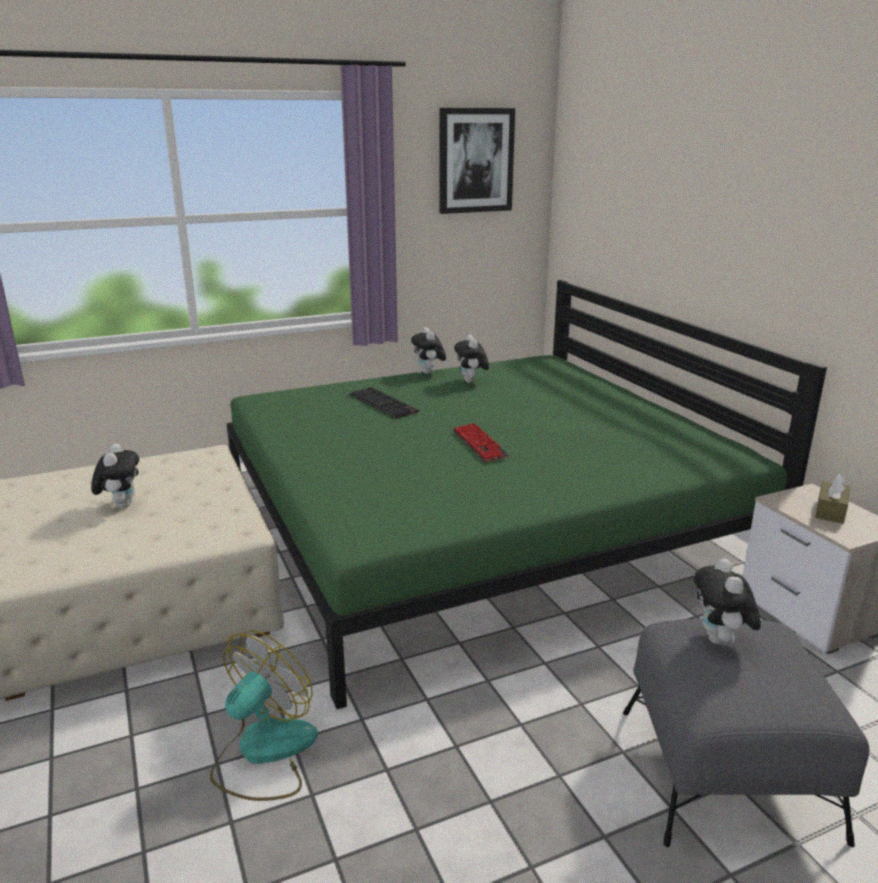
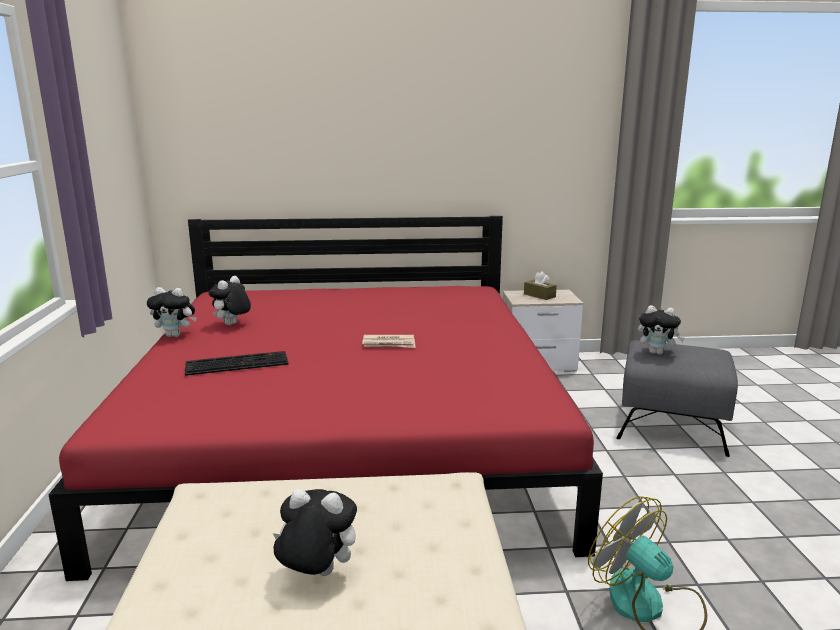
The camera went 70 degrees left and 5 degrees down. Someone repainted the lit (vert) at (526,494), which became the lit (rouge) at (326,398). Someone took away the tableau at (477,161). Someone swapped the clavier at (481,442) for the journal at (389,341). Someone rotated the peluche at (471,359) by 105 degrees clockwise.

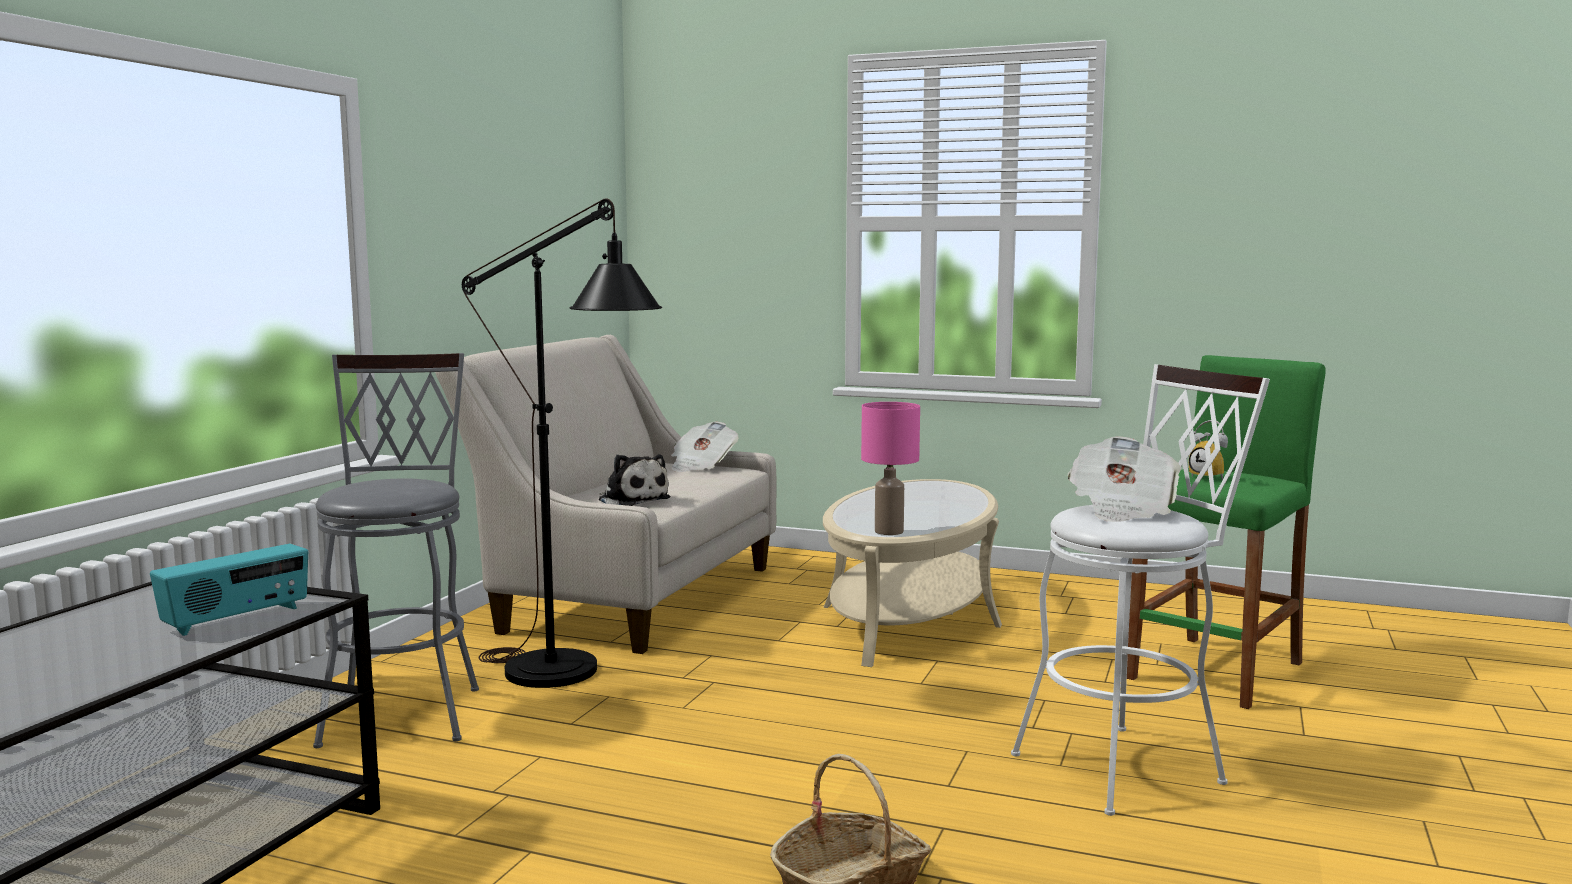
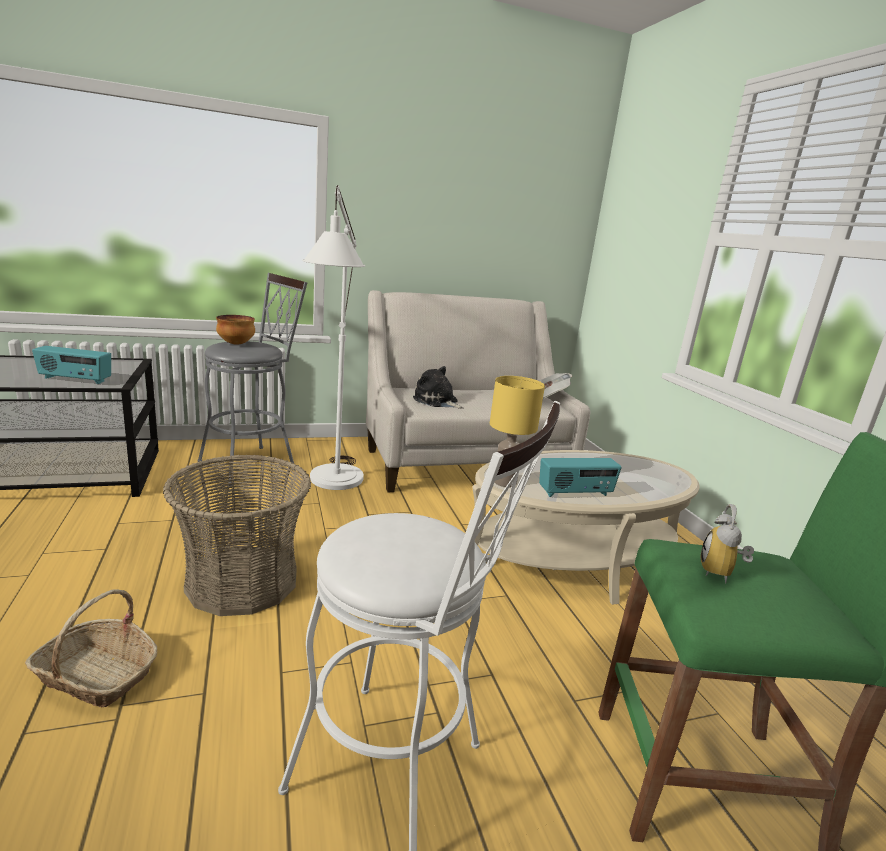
The camera went 50 degrees right and 10 degrees up. Someone repainted the lampadaire (noir) at (562,443), which became the lampadaire (blanc) at (333,337). Someone rotated the peluche at (635,480) by 120 degrees clockwise. Someone repainted the lampe de table (rose) at (890,468), which became the lampe de table (jaune) at (517,431). Someone took away the journal at (1124,479). Someone put down the panier at (237,535). Someone put down the bol at (235,330). Someone put down the radio at (580,477).

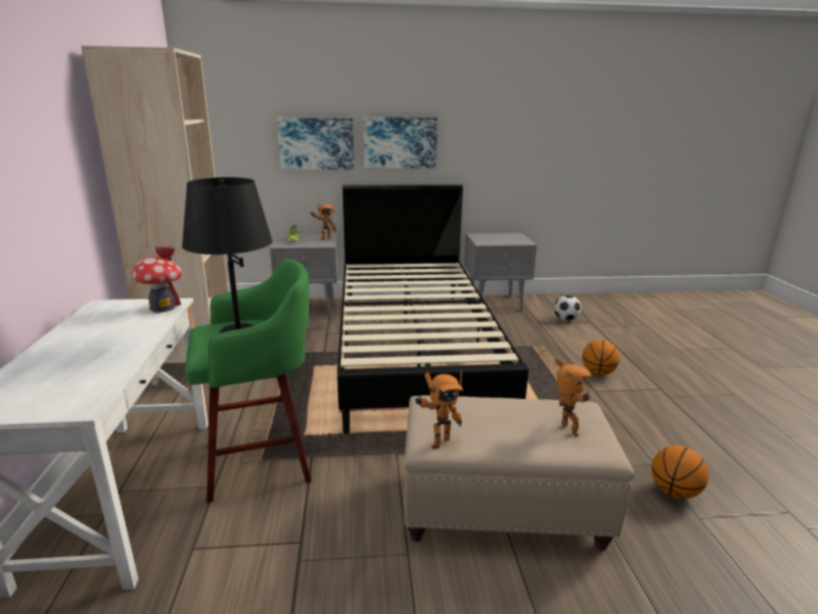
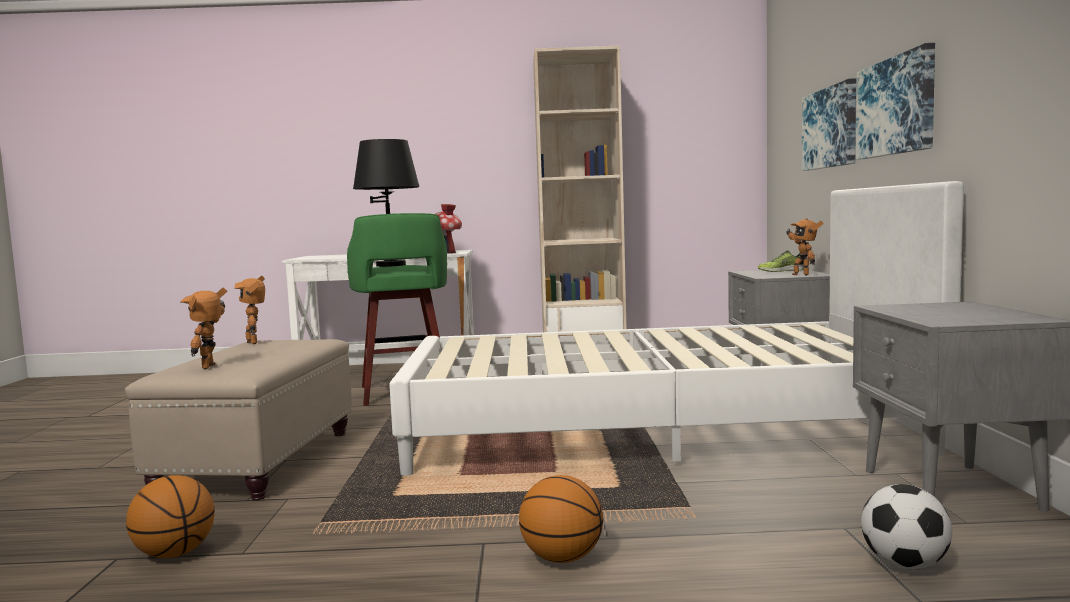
The camera went 95 degrees right and 15 degrees down. Someone repainted the lit (noir) at (433,309), which became the lit (blanc) at (676,328). Someone rotated the robot jouet at (573,397) by 105 degrees clockwise.

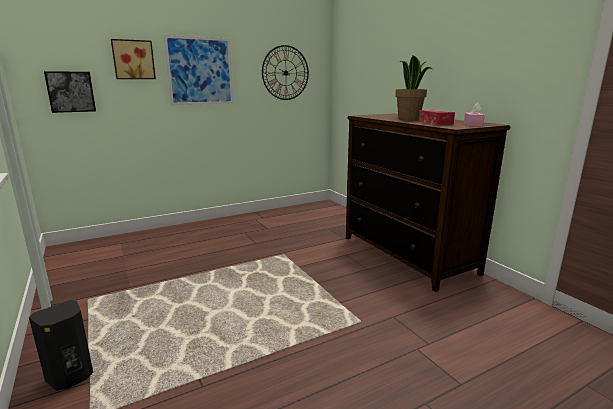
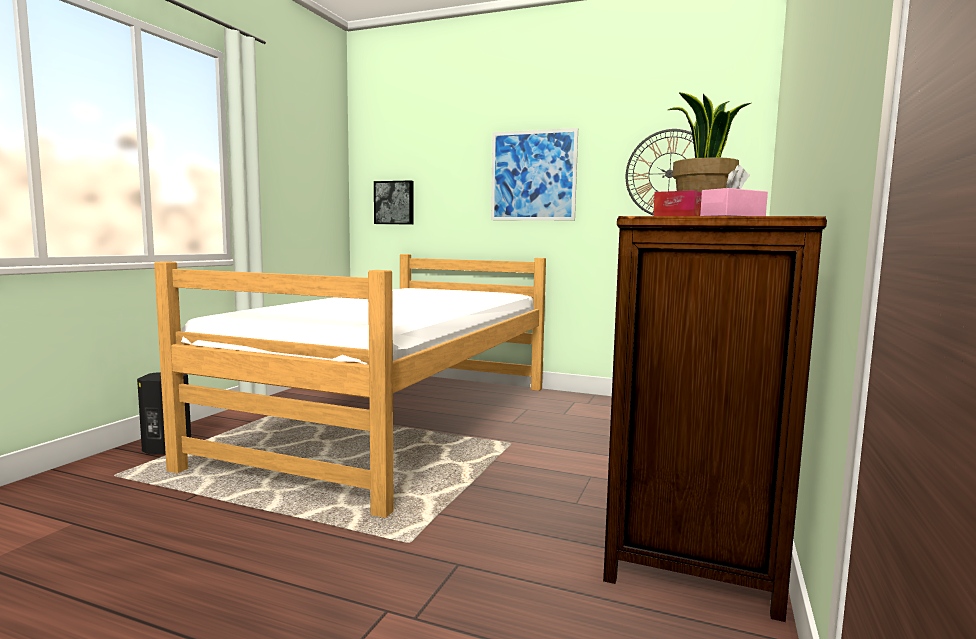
The camera went 50 degrees right and 10 degrees down. Someone took away the tableau at (133,59). Someone put down the lit at (350,386).

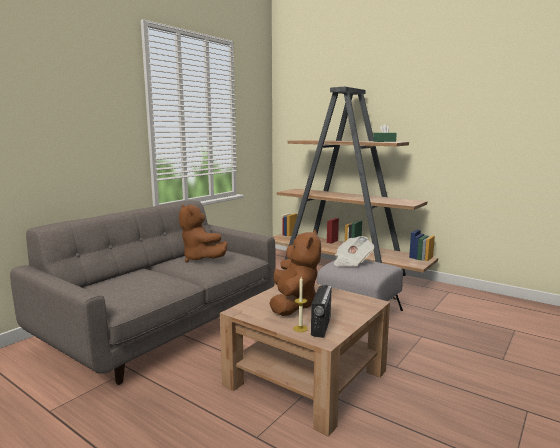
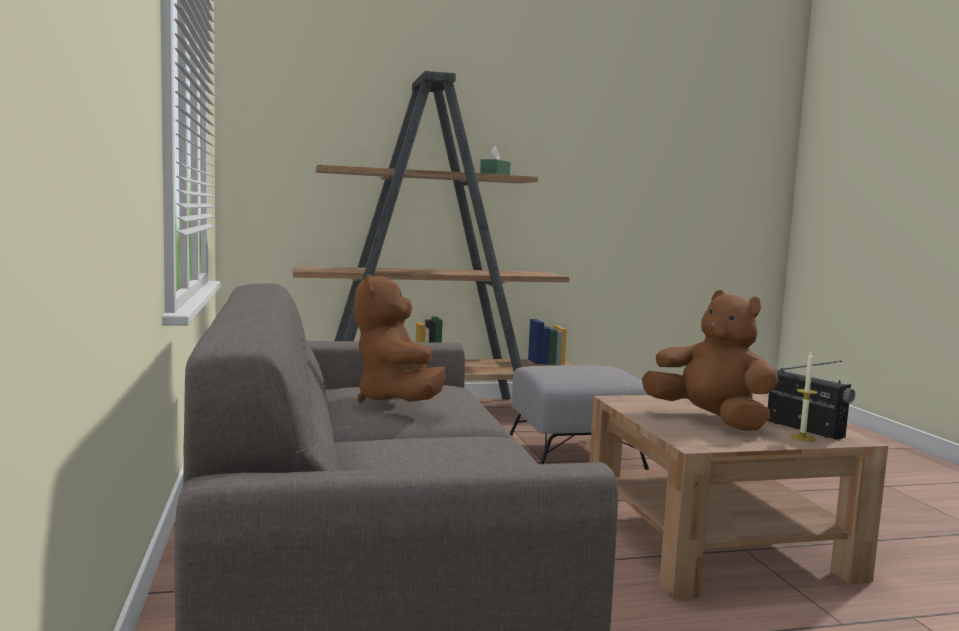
The camera went 50 degrees left and 5 degrees down. Someone rotated the peluche (marron) at (203,233) by 75 degrees clockwise. Someone took away the journal at (354,251).

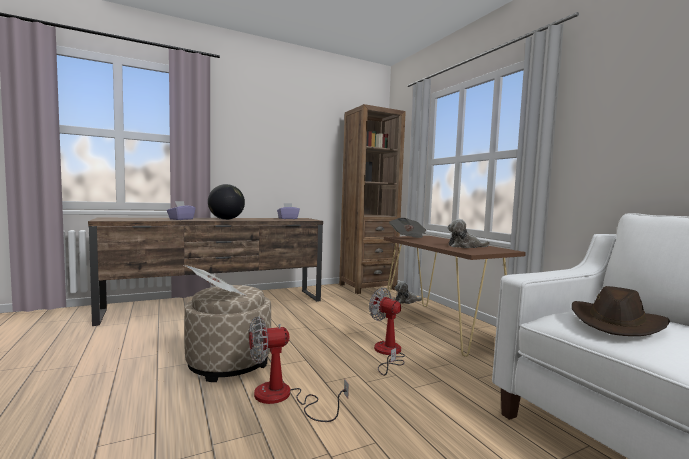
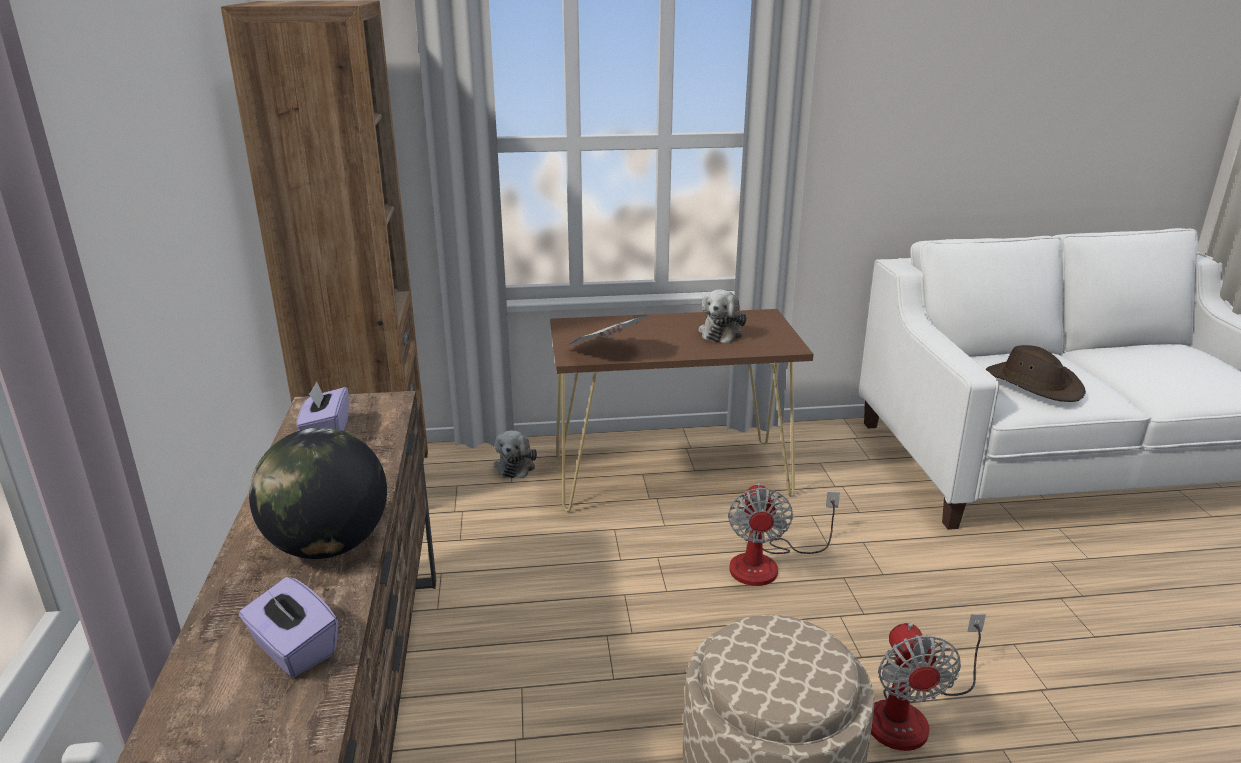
The camera went 70 degrees left and 20 degrees up. Someone took away the journal at (216,280). Someone rotated the ventilateur at (387,331) by 60 degrees counterclockwise.

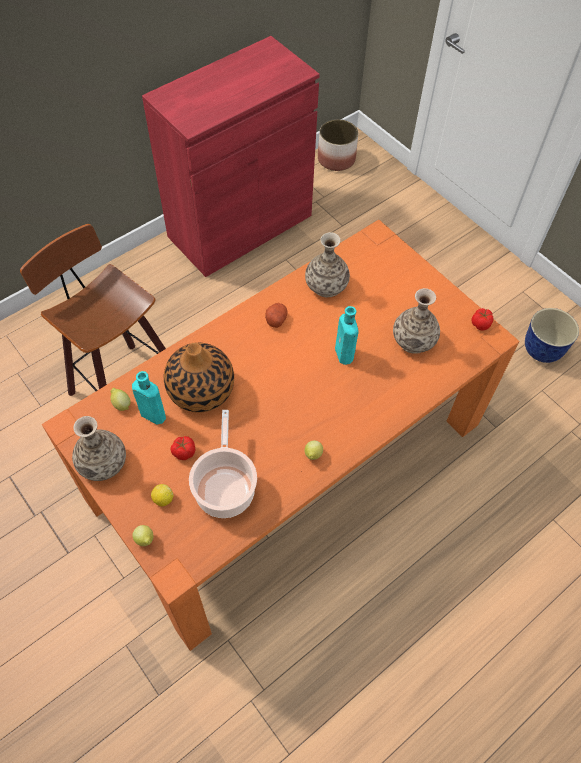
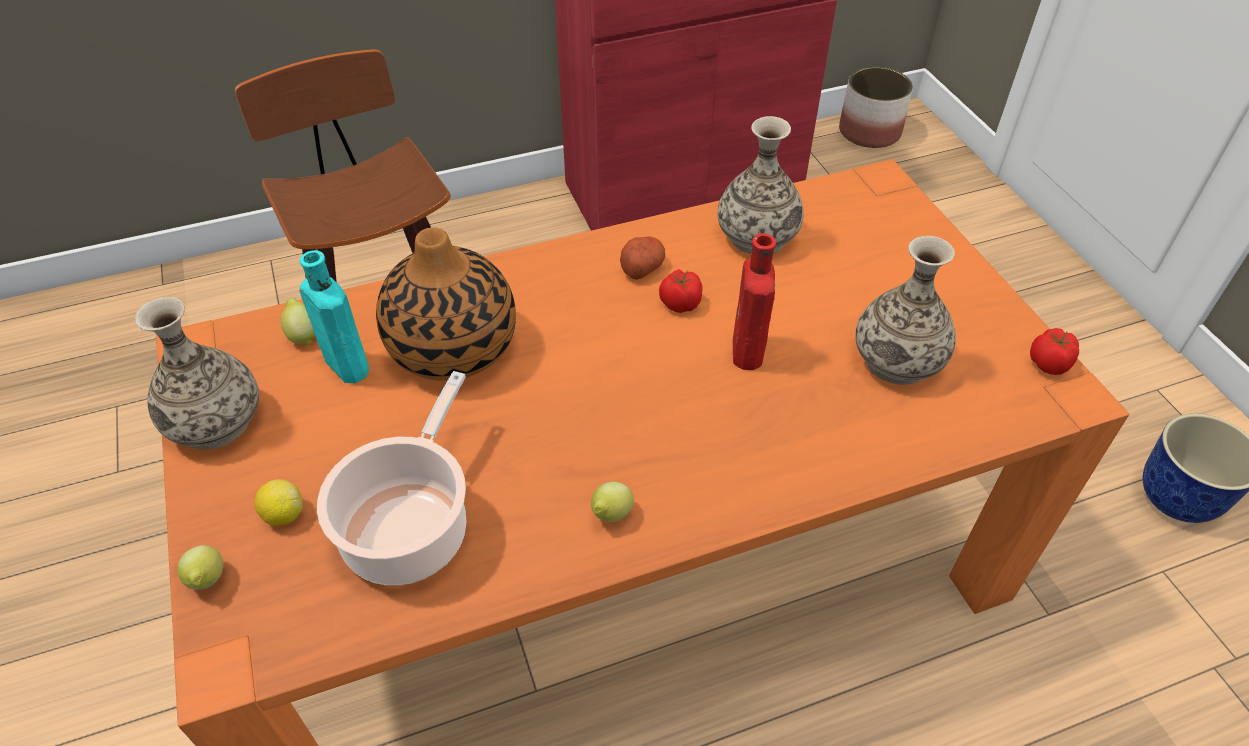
The camera went 20 degrees right and 10 degrees down. Someone carried the tomate from (183,448) to (681,291). Someone repainted the bouteille (turquoise) at (347,335), which became the bouteille (rouge) at (754,301).

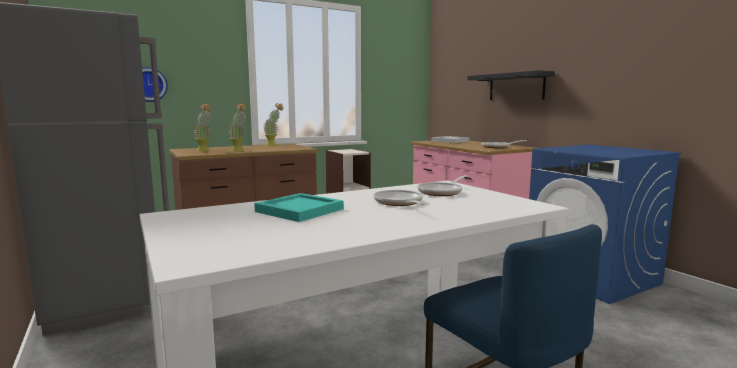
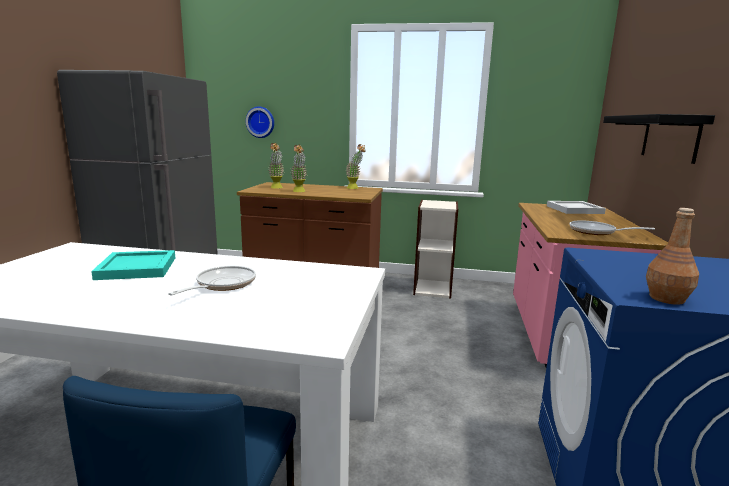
The camera went 40 degrees right and 5 degrees up. Someone took away the poêle at (442,185). Someone put down the bouteille (marron) at (672,256).

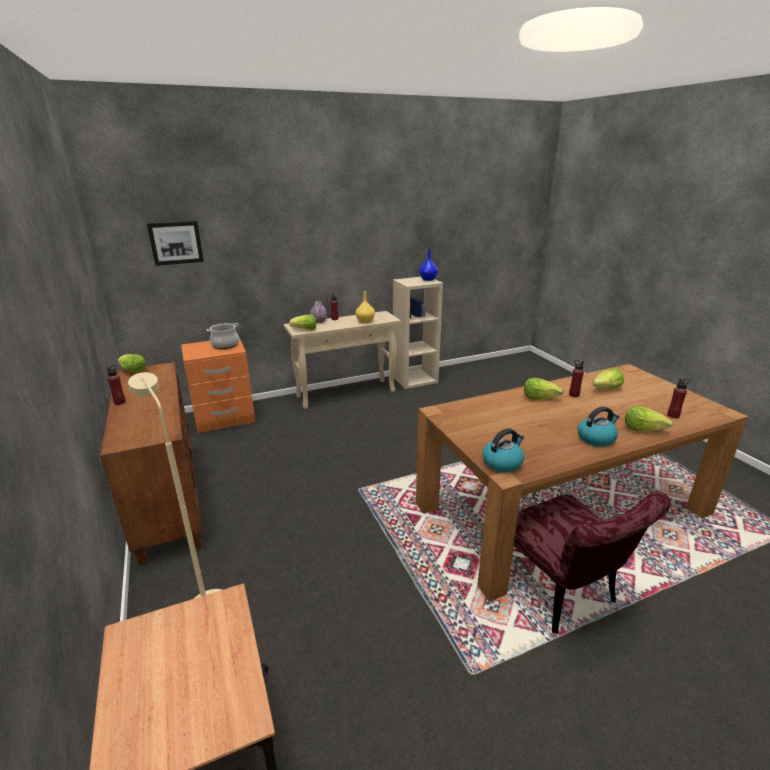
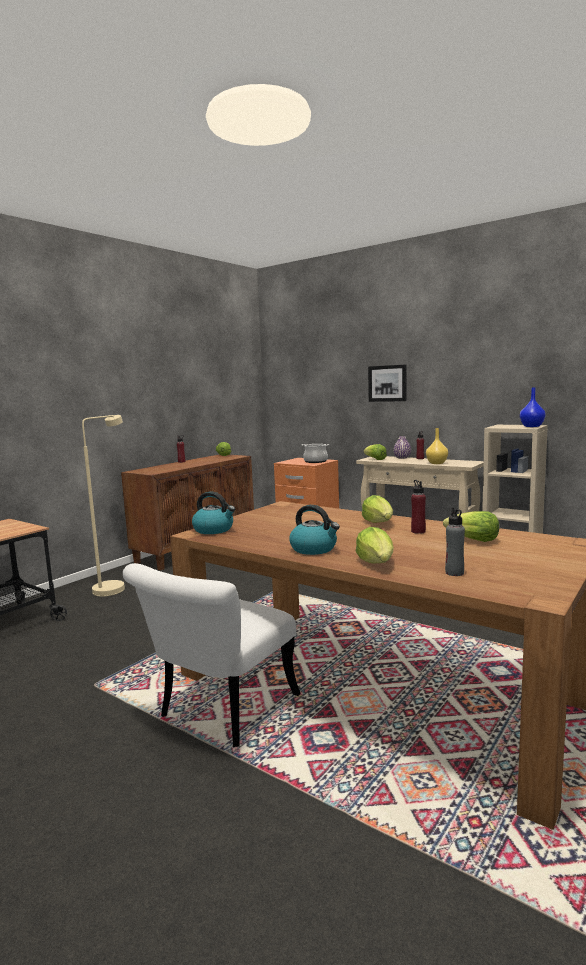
The camera went 60 degrees right and 15 degrees down. Someone carried the tableau from (175,243) to (387,383). Someone repainted the chaise (rouge) at (592,563), which became the chaise (blanc) at (212,655). Someone repainted the bouteille (rouge) at (678,398), which became the bouteille (gris) at (455,542).

